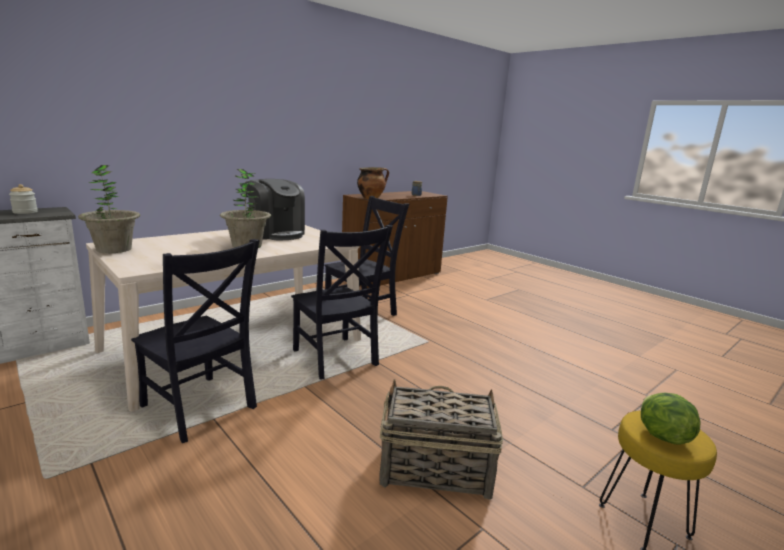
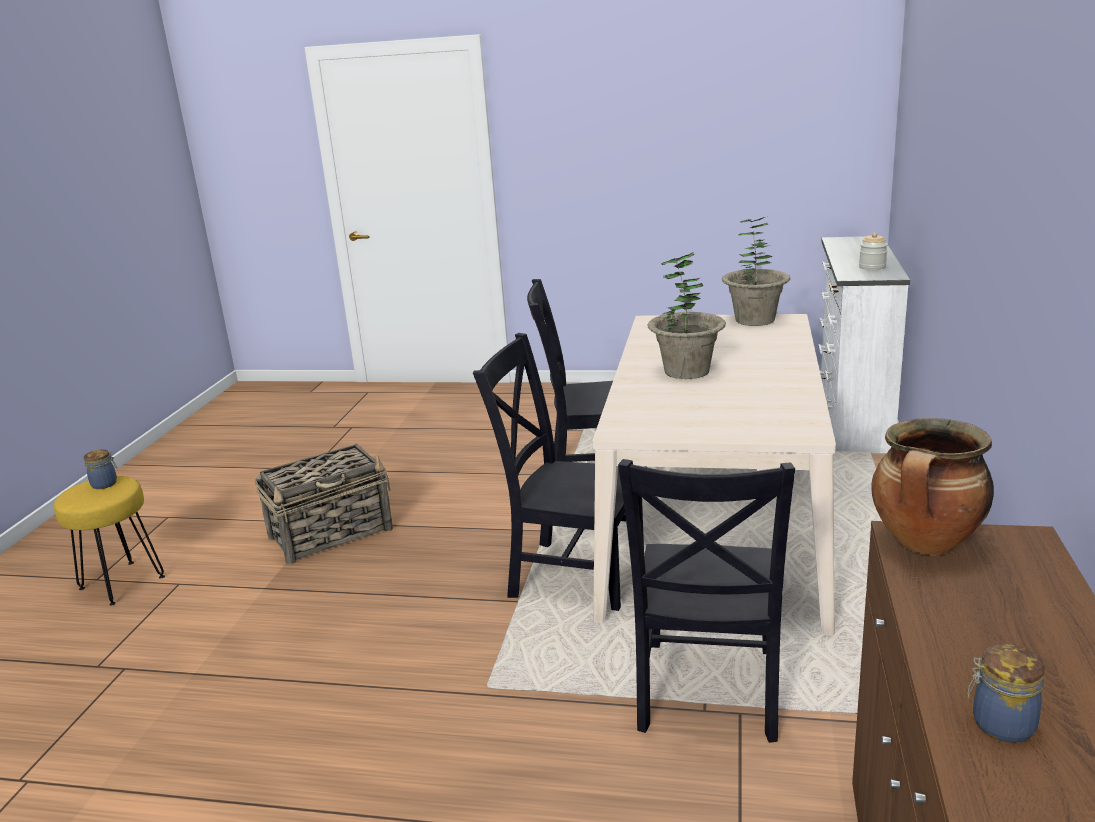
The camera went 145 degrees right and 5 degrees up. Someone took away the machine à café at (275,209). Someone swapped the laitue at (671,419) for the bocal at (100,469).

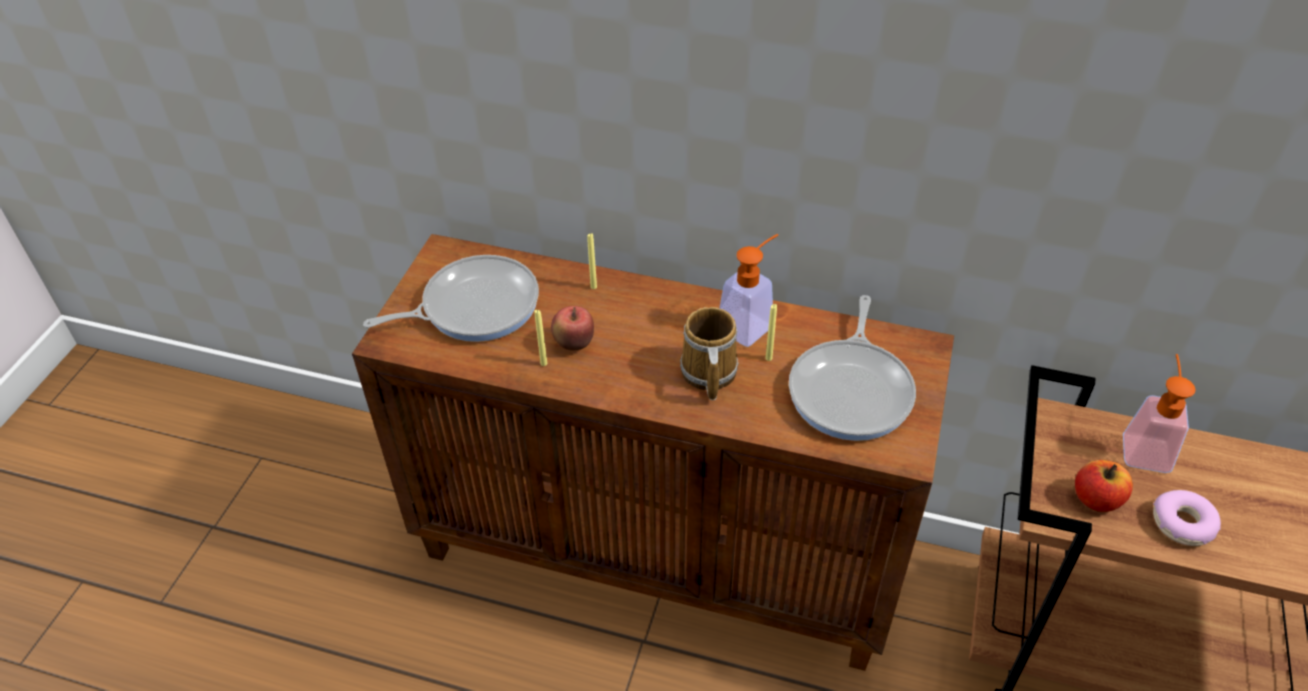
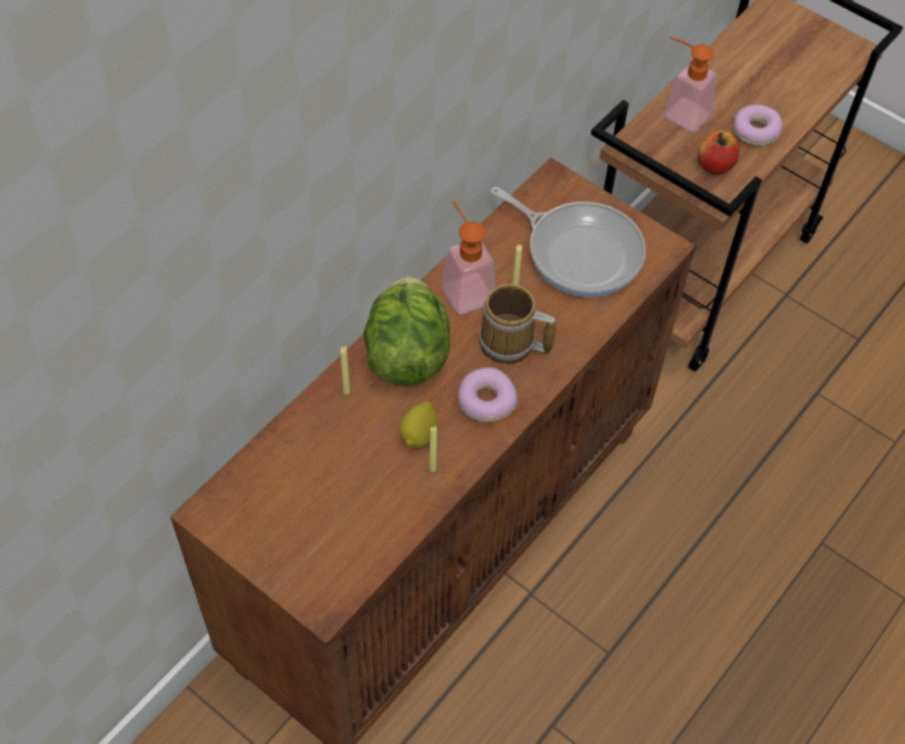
The camera went 70 degrees left and 10 degrees up. Someone took away the poêle at (451,298). Someone swapped the pomme at (572,328) for the citron at (419,424). Someone put down the laitue at (406,331). Someone put down the beignet at (488,394).

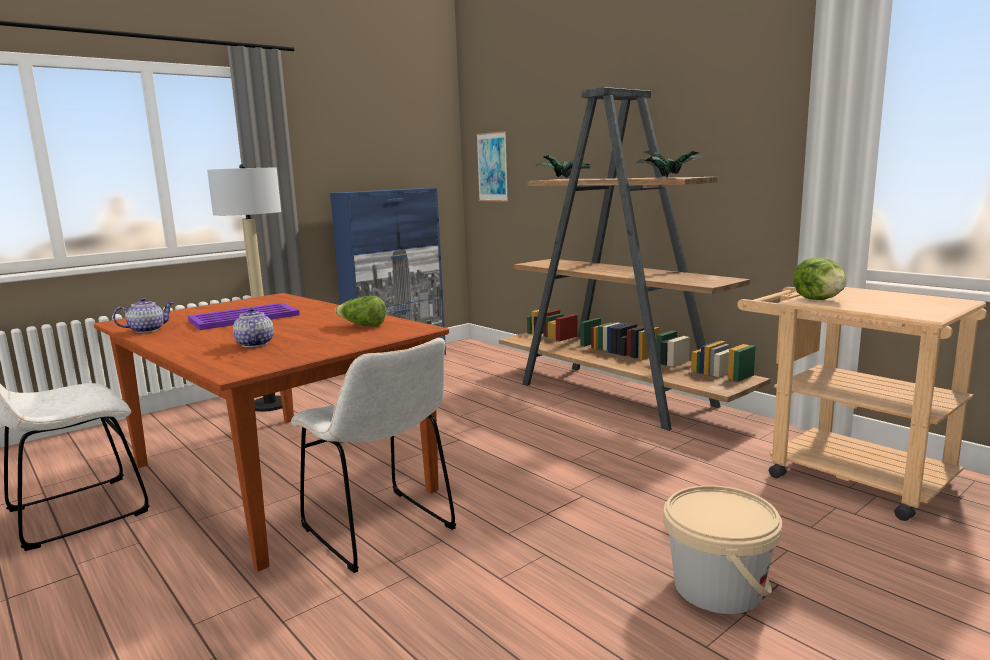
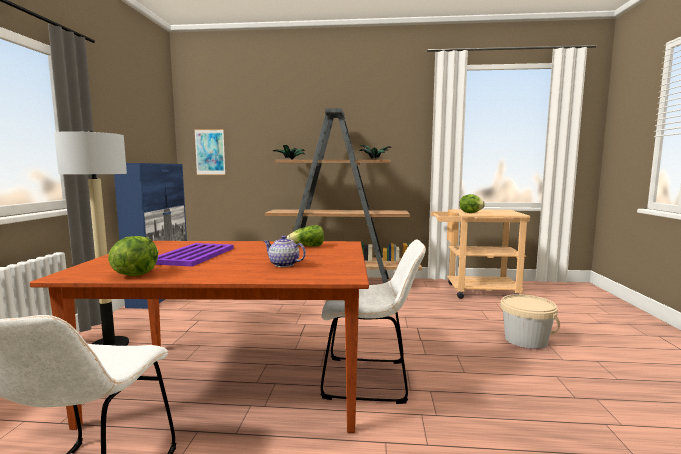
The camera went 45 degrees left and 5 degrees down. Someone swapped the théière at (143,315) for the laitue at (133,256).

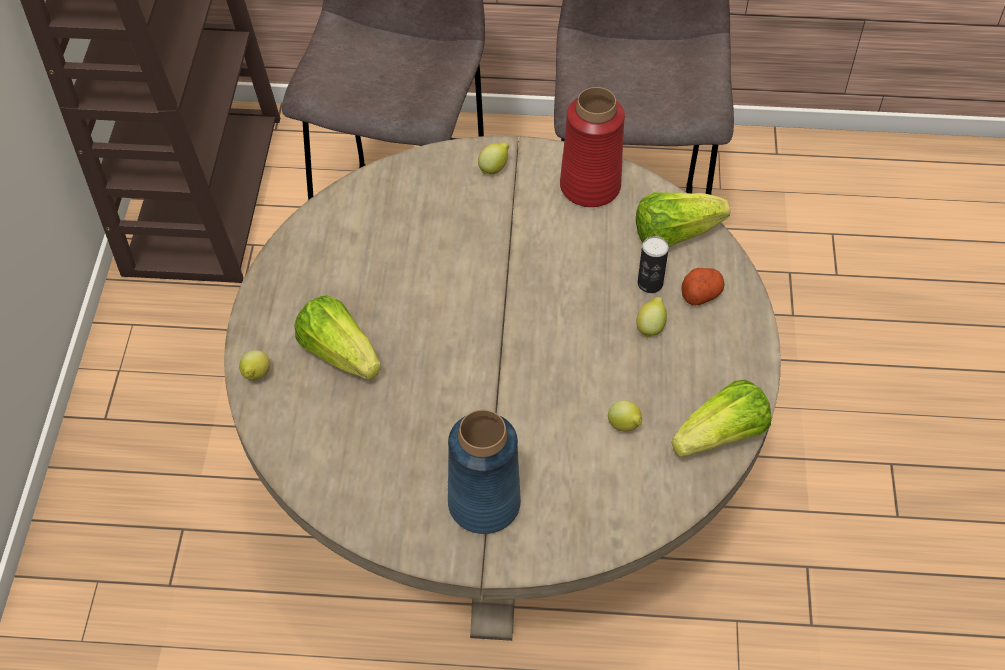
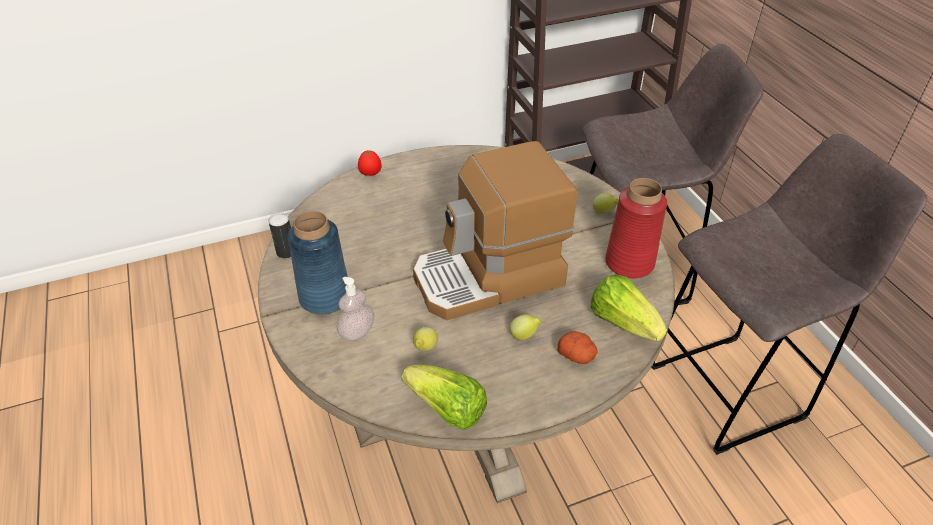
The camera went 65 degrees right and 10 degrees down. Someone swapped the citron at (254,365) for the tomate at (370,163). Someone took away the laitue at (337,337). Someone carried the boîte métallique from (653,264) to (279,235). Someone put down the distributeur de savon at (356,309). Someone put down the machine à café at (495,230).

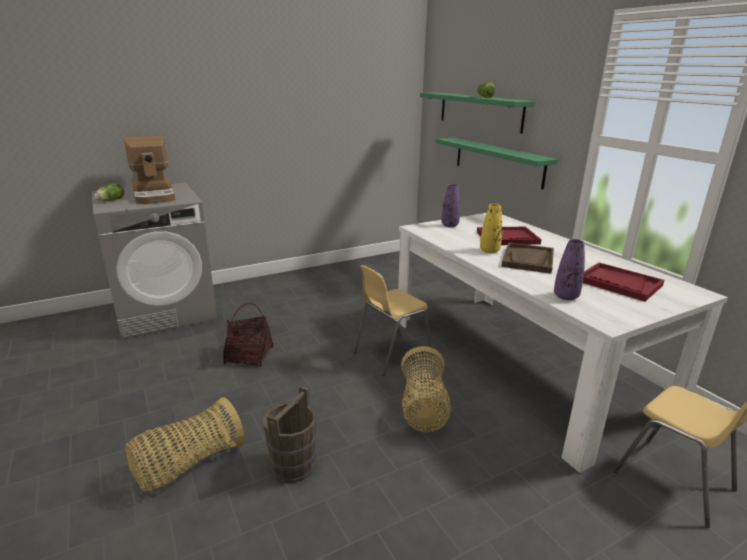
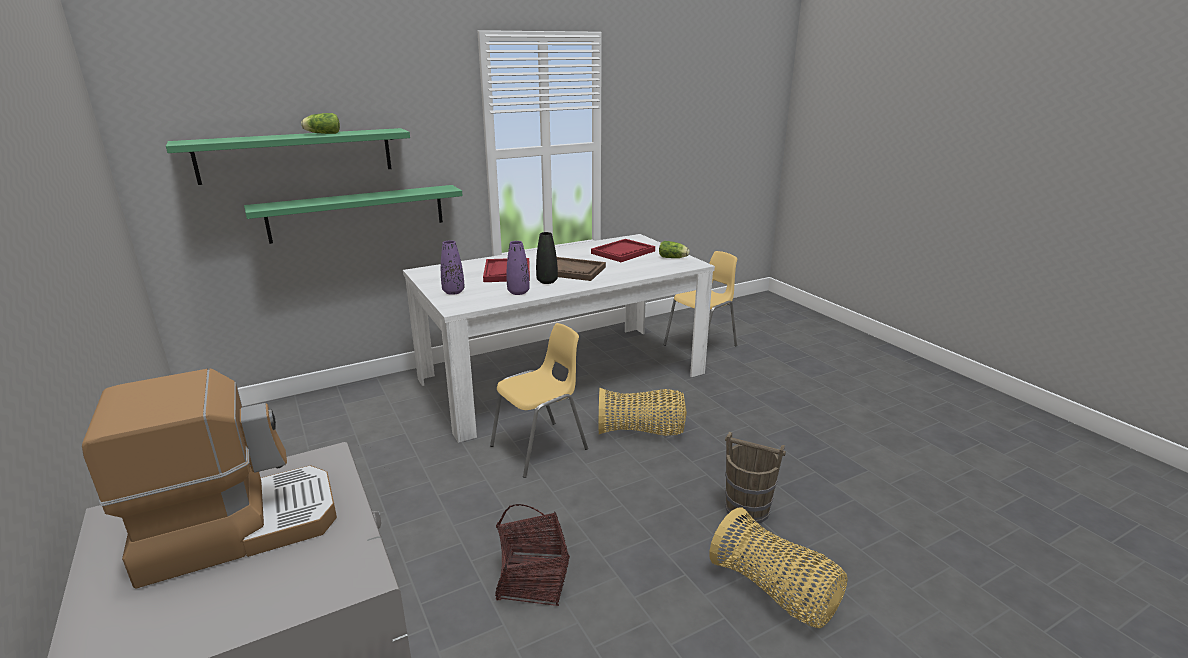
The camera went 90 degrees left and 0 degrees up. Someone carried the laitue from (109,192) to (674,249). Someone rotated the chaise (jaune) at (393,320) by 90 degrees counterclockwise. Someone repainted the vase (jaune) at (491,228), which became the vase (noir) at (547,258). Someone carried the vase (violet) from (569,269) to (518,268).

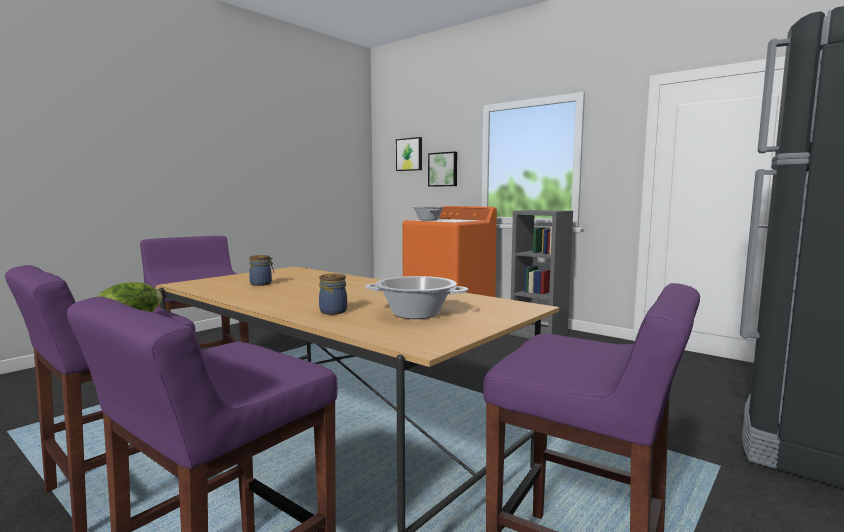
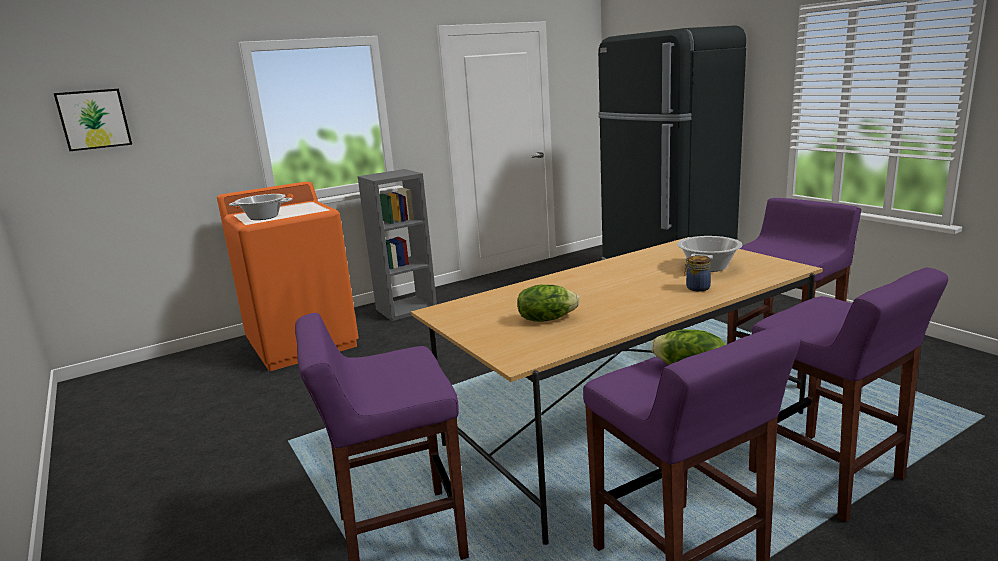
The camera went 70 degrees left and 10 degrees up. Someone swapped the bocal at (261,270) for the laitue at (548,303). Someone took away the tableau at (442,169).

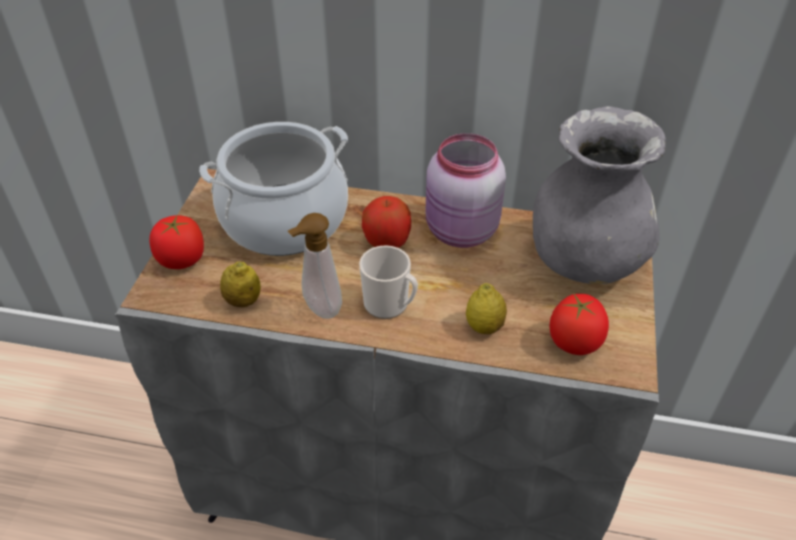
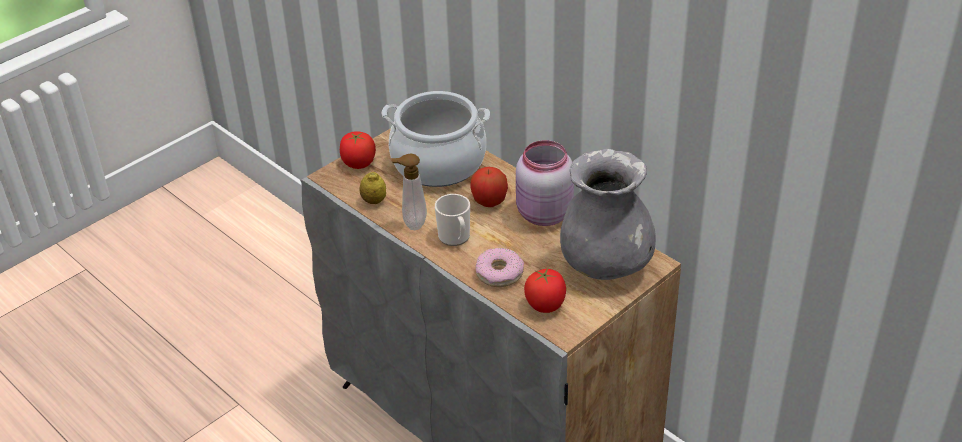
The camera went 35 degrees right and 5 degrees down. Someone swapped the citron at (486,308) for the beignet at (499,267).

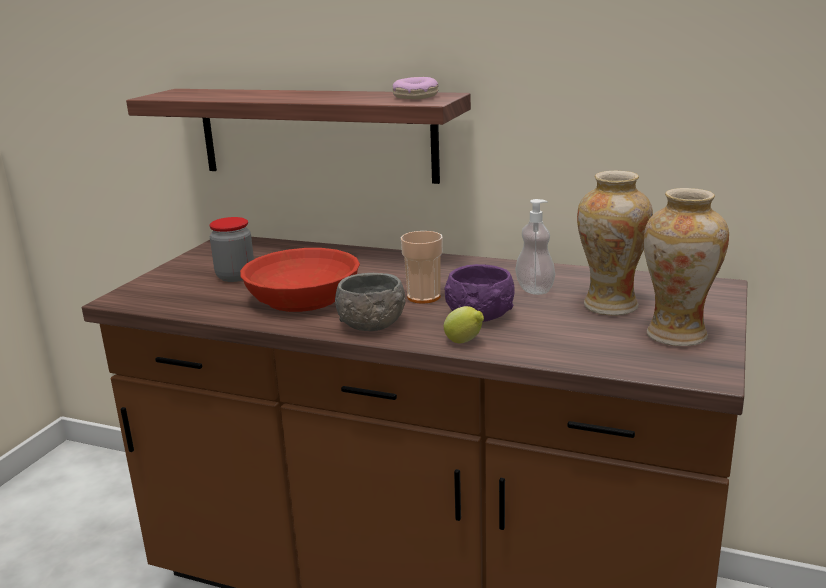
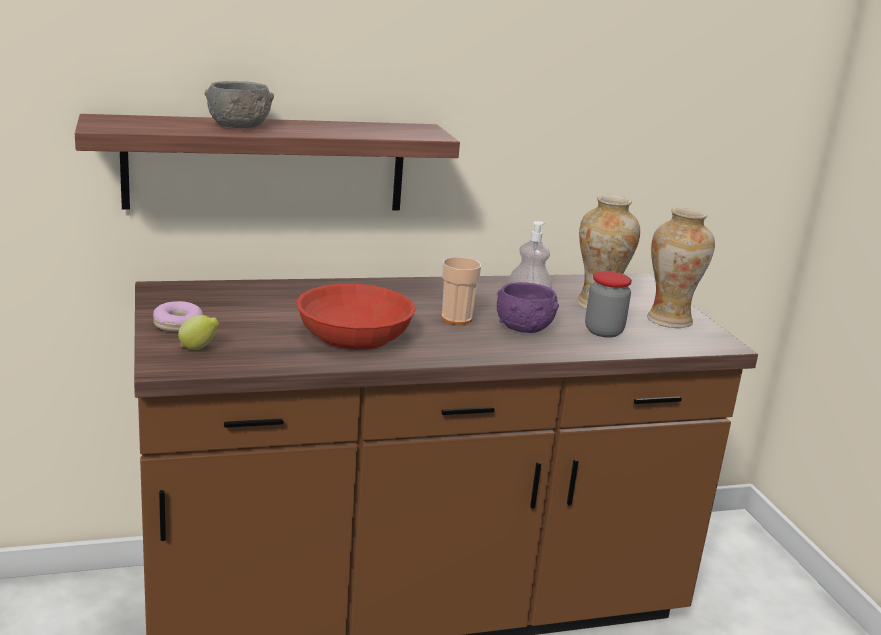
The camera went 40 degrees left and 0 degrees up. Someone carried the bocal from (231,249) to (608,304). Someone carried the bol (gris) from (370,302) to (239,104). Someone carried the beignet from (415,88) to (178,316). Someone carried the citron from (464,324) to (199,332).

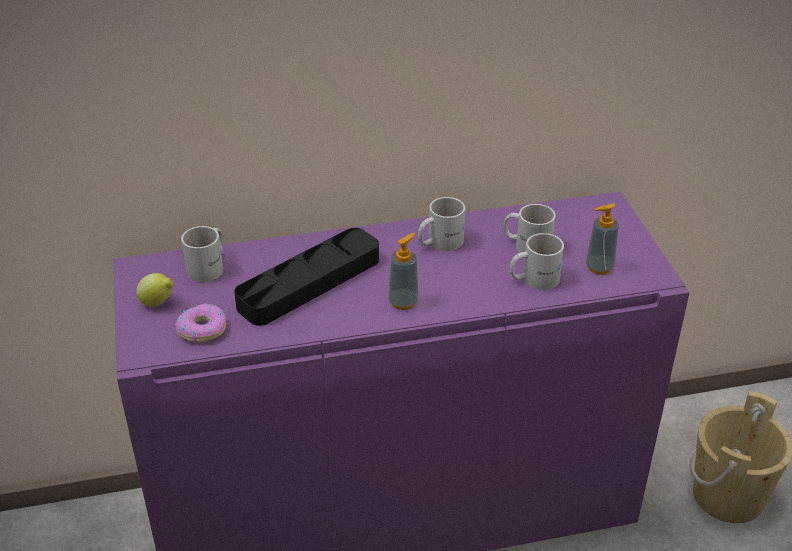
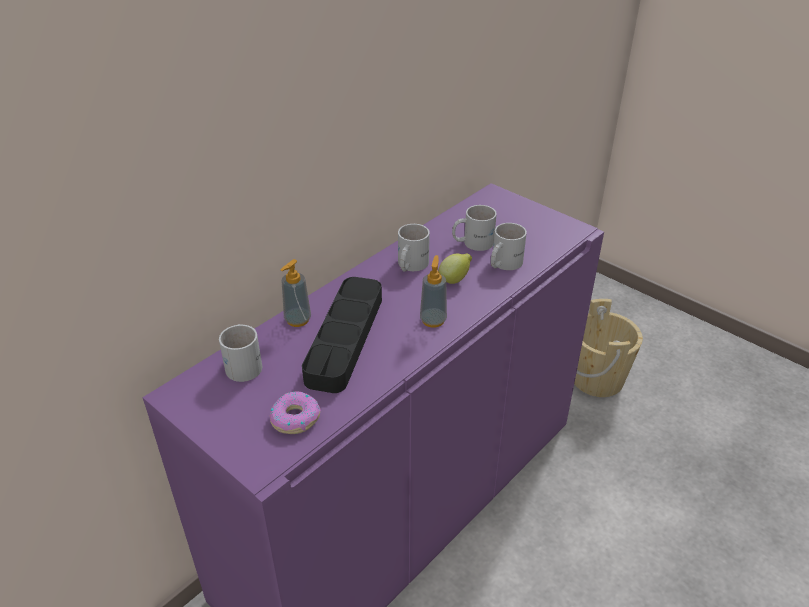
The camera went 35 degrees left and 0 degrees up. Someone carried the citron from (154,290) to (455,268). Someone carried the distributeur de savon from (602,239) to (296,293).

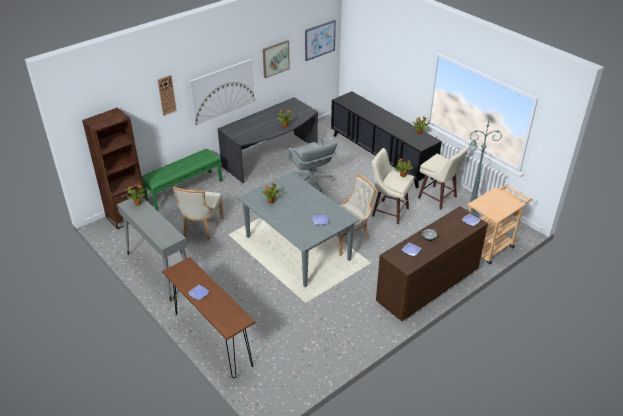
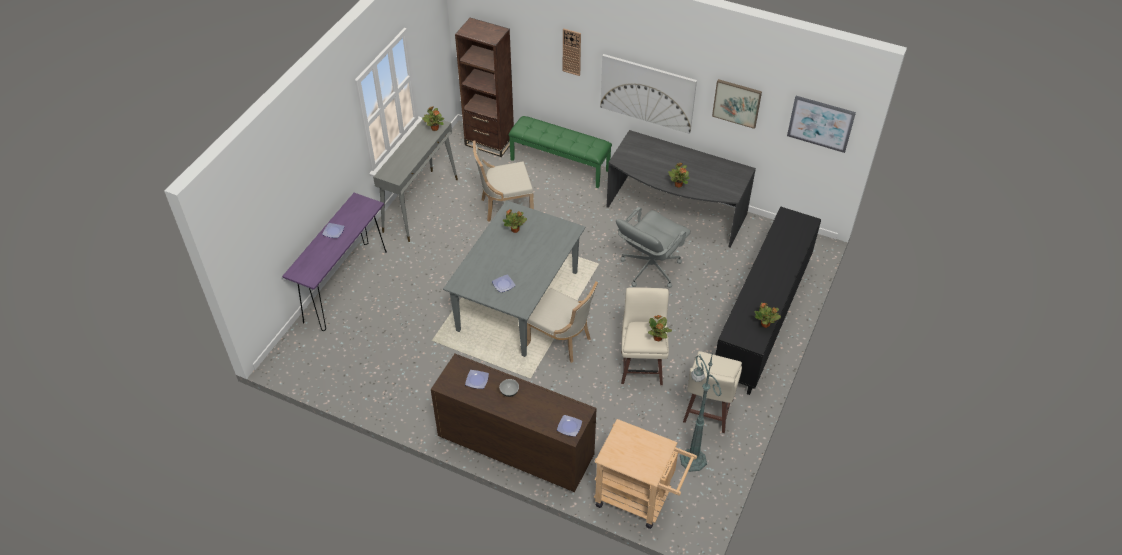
The camera went 65 degrees right and 10 degrees up. Someone repainted the table console (marron) at (209,317), which became the table console (violet) at (334,262).

